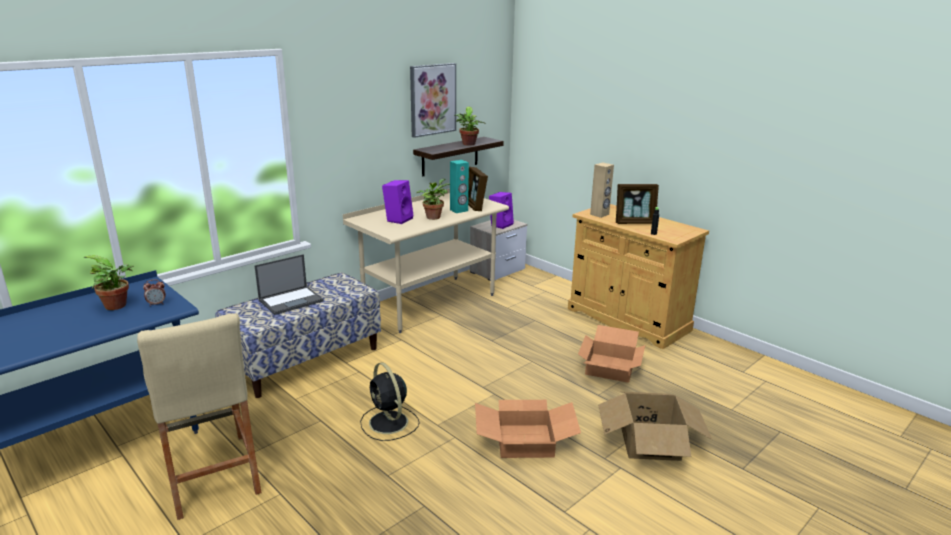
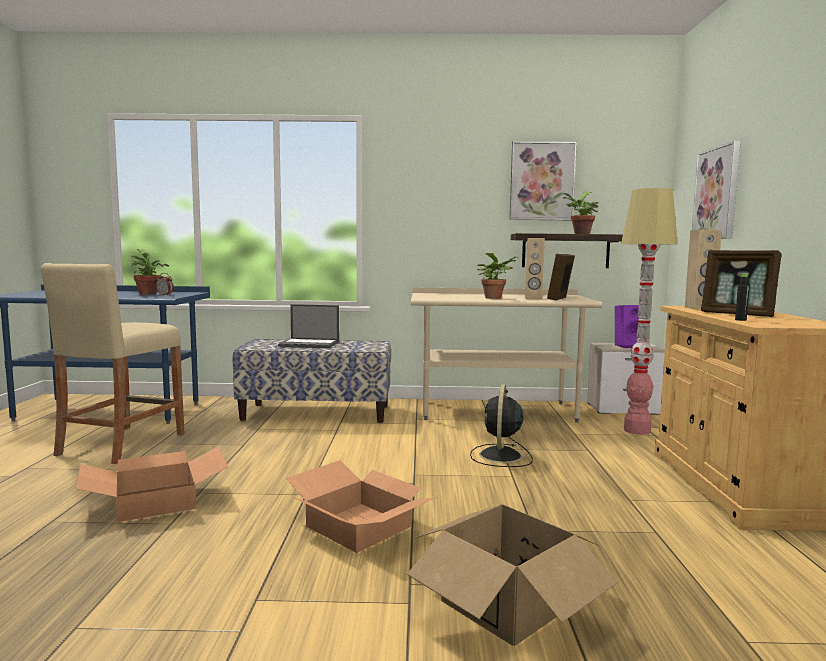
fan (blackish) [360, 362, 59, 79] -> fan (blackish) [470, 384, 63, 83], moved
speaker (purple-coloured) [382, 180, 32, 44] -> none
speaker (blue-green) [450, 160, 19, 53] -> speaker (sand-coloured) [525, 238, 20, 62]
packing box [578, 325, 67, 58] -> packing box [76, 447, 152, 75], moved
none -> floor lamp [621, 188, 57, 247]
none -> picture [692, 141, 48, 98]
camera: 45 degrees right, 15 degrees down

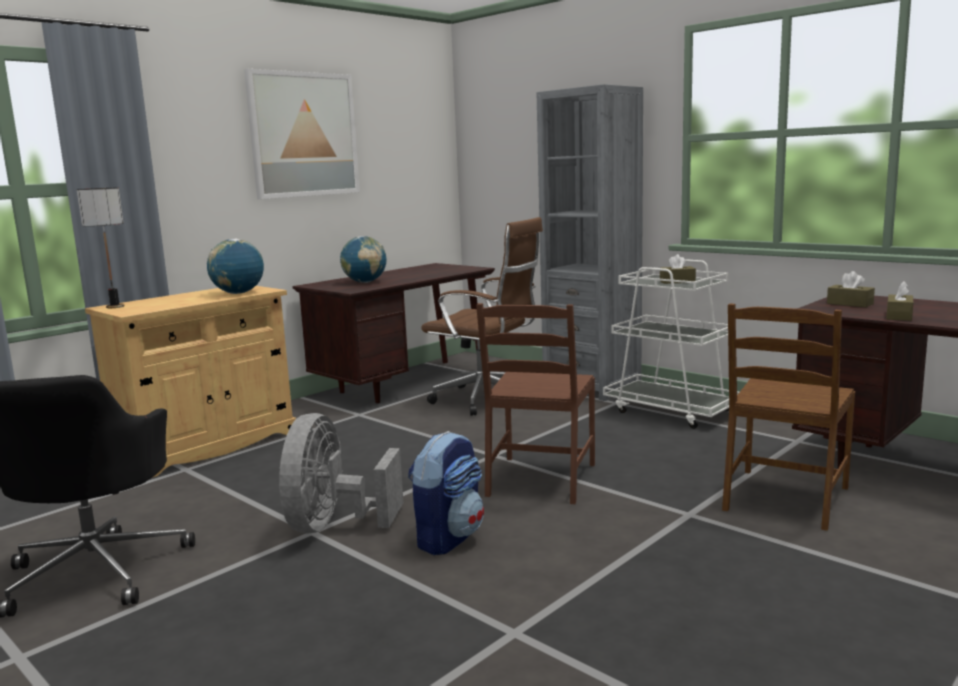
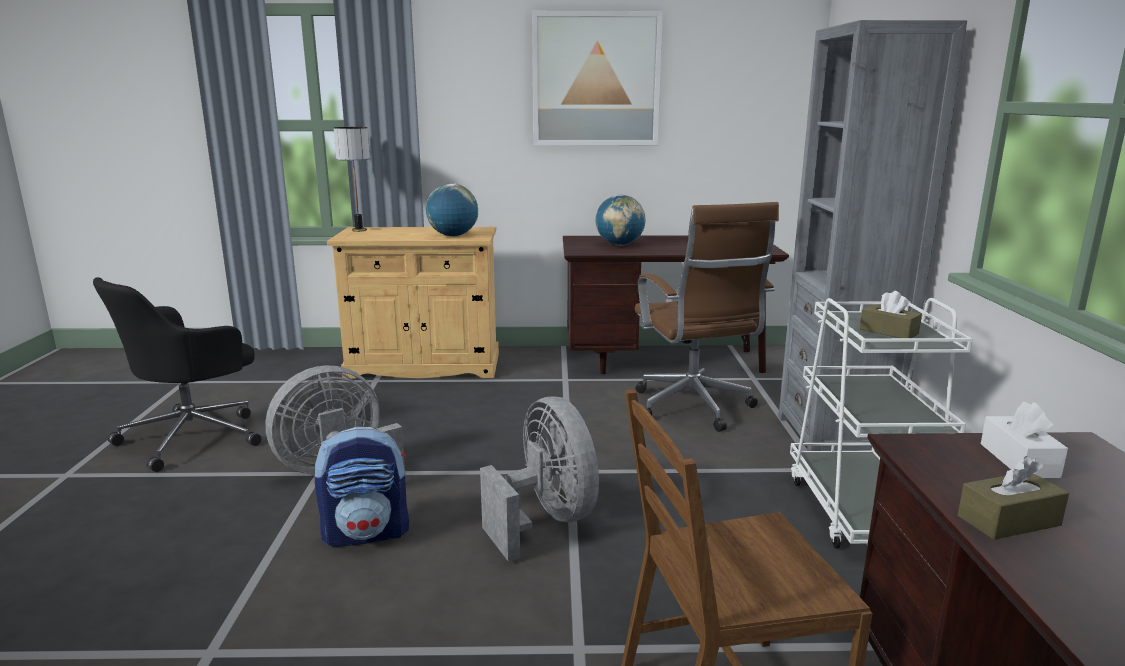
plain chair (brown-coloured) [476, 303, 119, 201] -> fan (grey) [480, 396, 119, 165]
tissue holder (brown-coloured) [827, 271, 48, 36] -> tissue holder (white-coloured) [981, 402, 87, 76]
camera: 45 degrees right, 5 degrees up

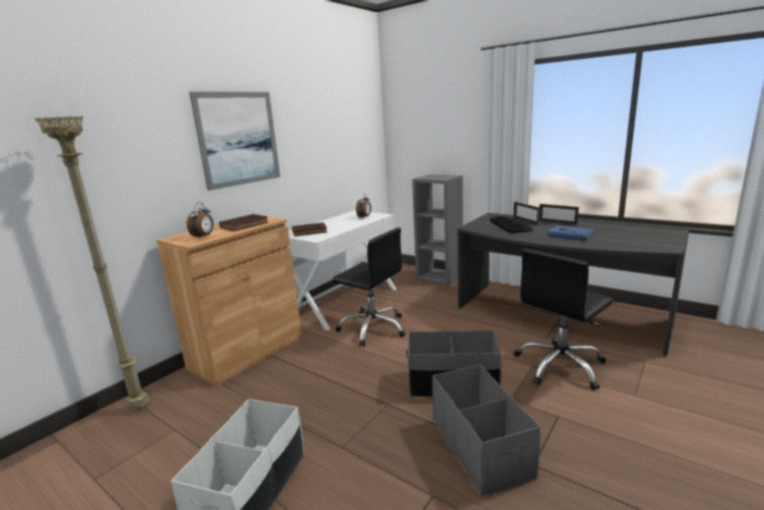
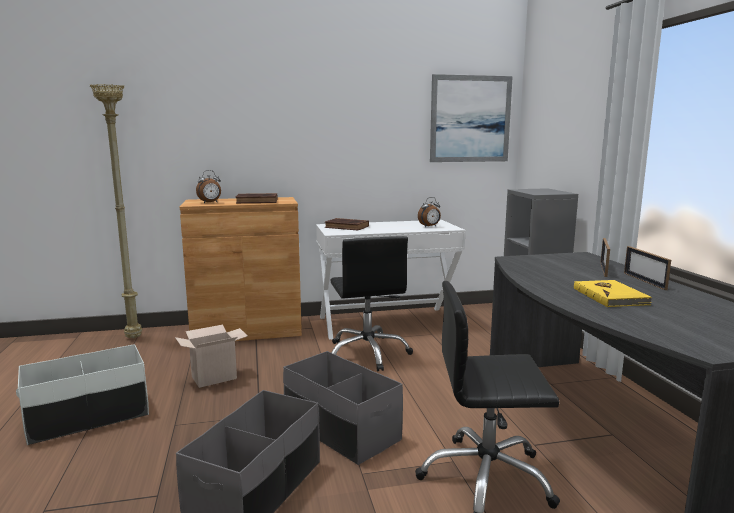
picture [189, 92, 91, 99] -> picture [430, 74, 83, 88], moved
keyboard [490, 216, 43, 17] -> none
volume (blue) [547, 225, 49, 16] -> volume (yellowish) [574, 280, 79, 27]
none -> packing box [175, 325, 73, 63]
camera: 40 degrees right, 5 degrees down

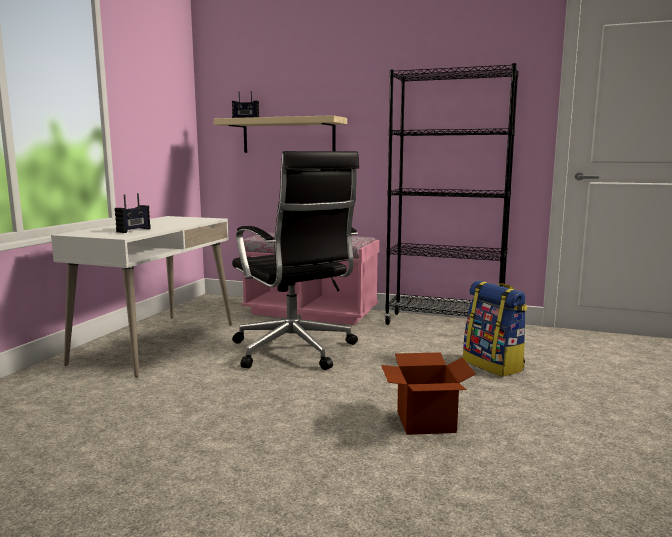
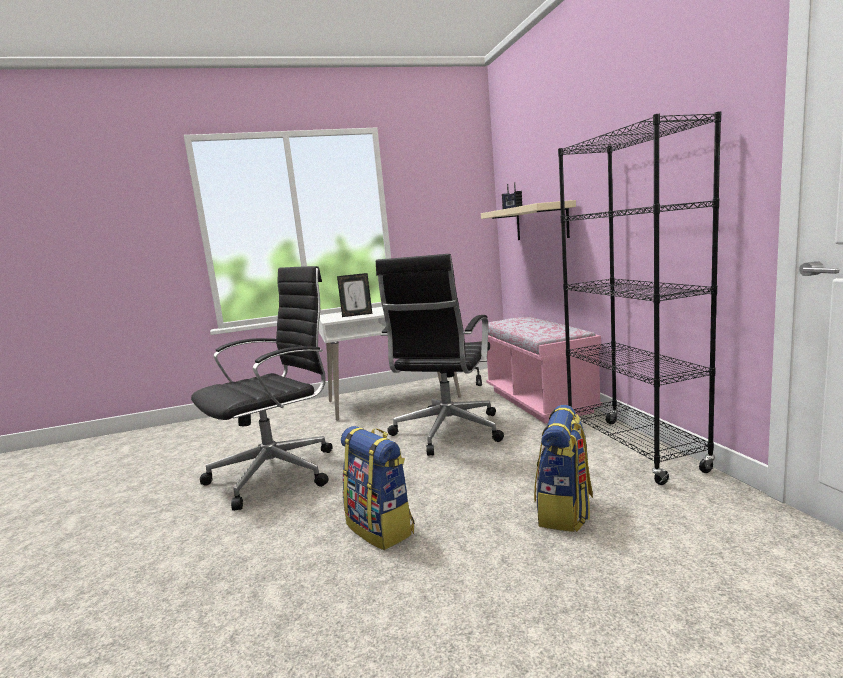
radio set [115, 193, 36, 40] -> picture frame [337, 273, 35, 44]
packing box [381, 352, 95, 83] -> backpack [341, 426, 74, 124]
none -> computer chair (blackish) [191, 266, 142, 245]
camera: 55 degrees right, 0 degrees up

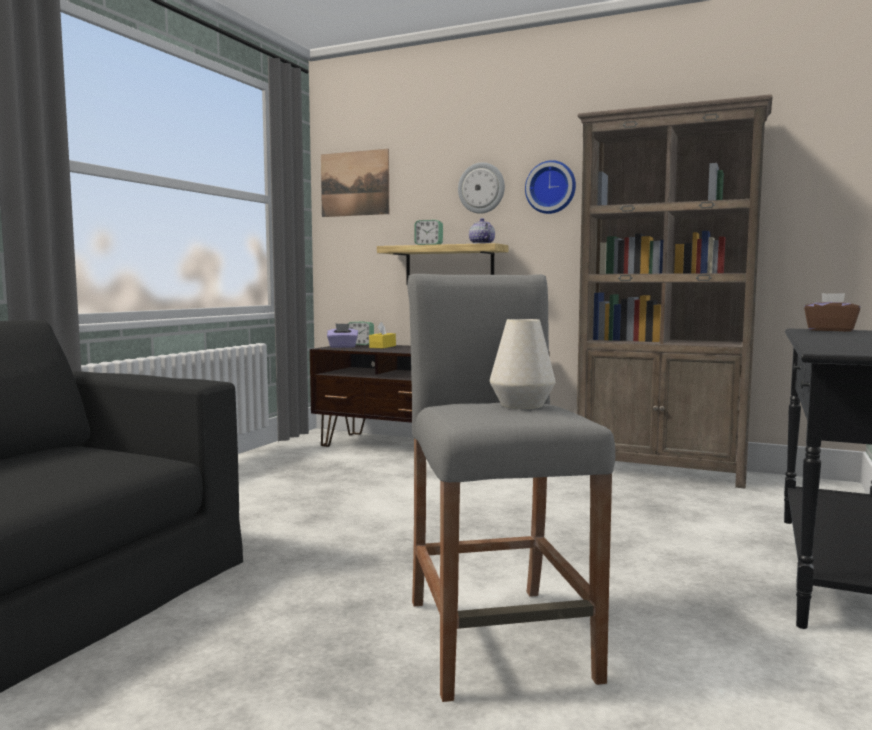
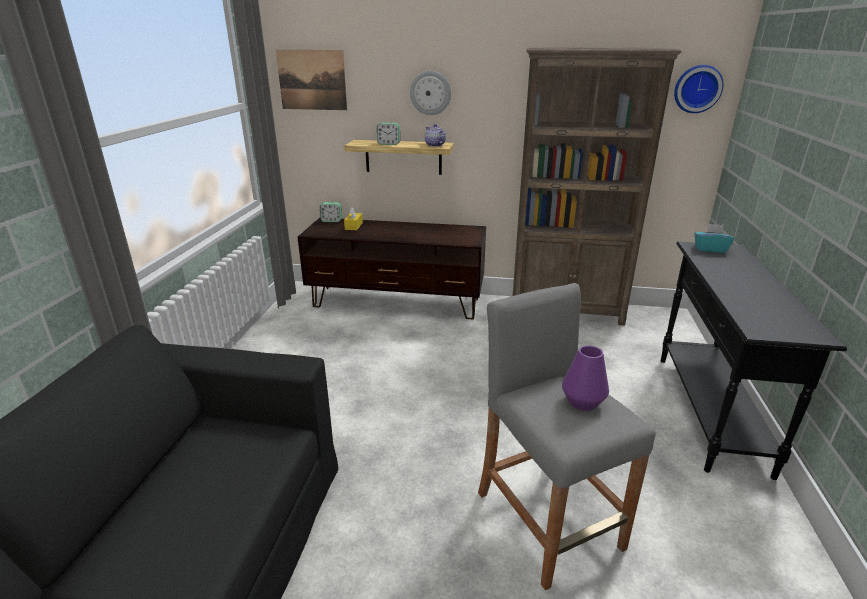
tissue holder (purple-coloured) [327, 324, 31, 24] -> none
decorative vase (white-coloured) [490, 319, 65, 90] -> decorative vase (purple-coloured) [562, 345, 47, 66]
hanging clock [525, 160, 51, 54] -> hanging clock [674, 65, 49, 48], moved
tissue holder (brown-coloured) [804, 293, 56, 39] -> tissue holder (blue-green) [694, 223, 40, 30]
camera: 15 degrees left, 20 degrees up

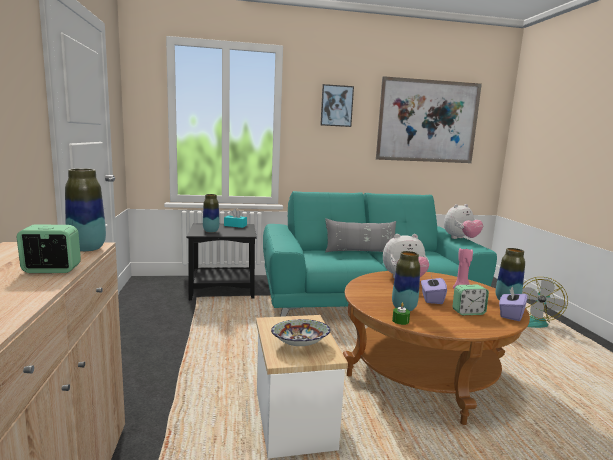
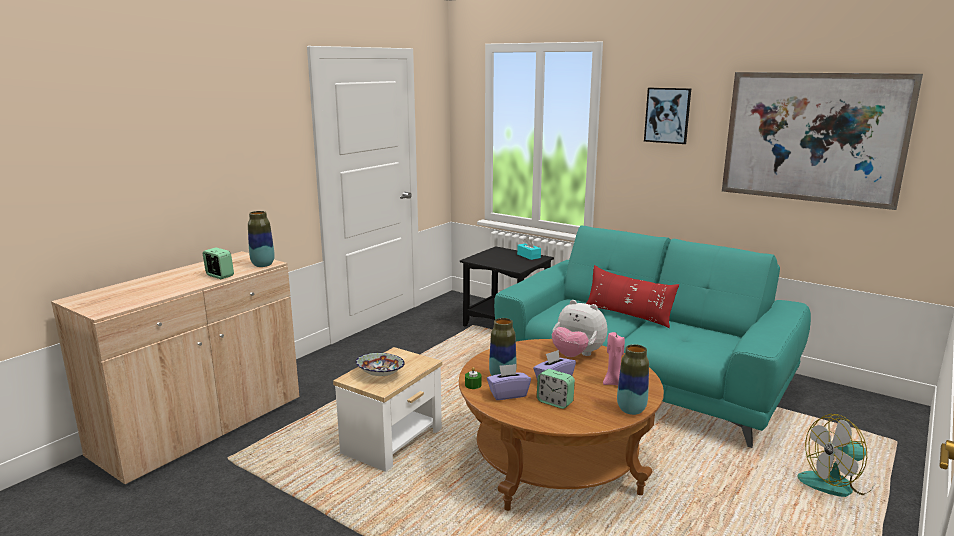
decorative vase [203, 194, 17, 39] -> none
throw pillow (grey) [325, 218, 71, 35] -> throw pillow (red-coloured) [586, 265, 93, 63]
soft toy [444, 204, 39, 35] -> none
tissue holder (purple-coloured) [499, 286, 29, 35] -> tissue holder (purple-coloured) [487, 364, 44, 36], moved
camera: 45 degrees right, 5 degrees up

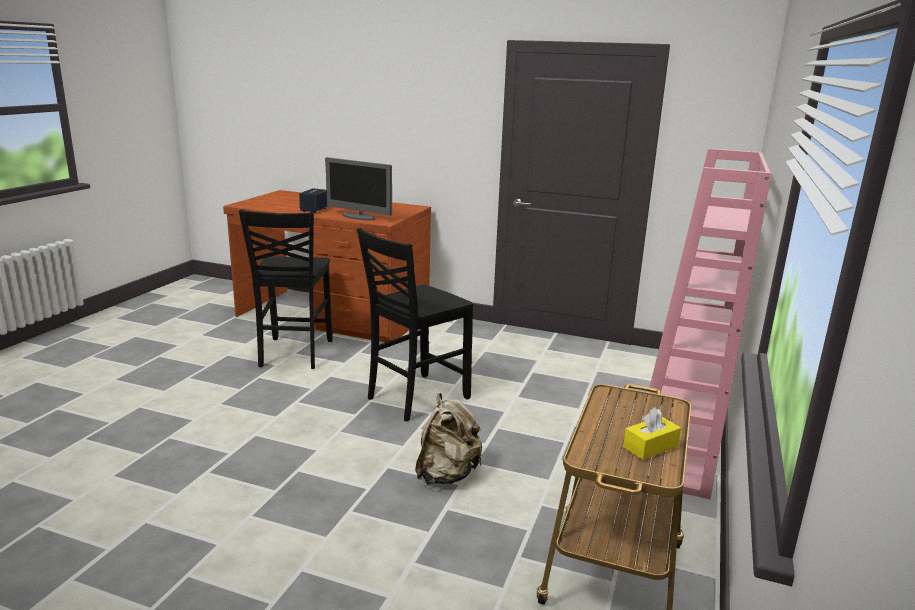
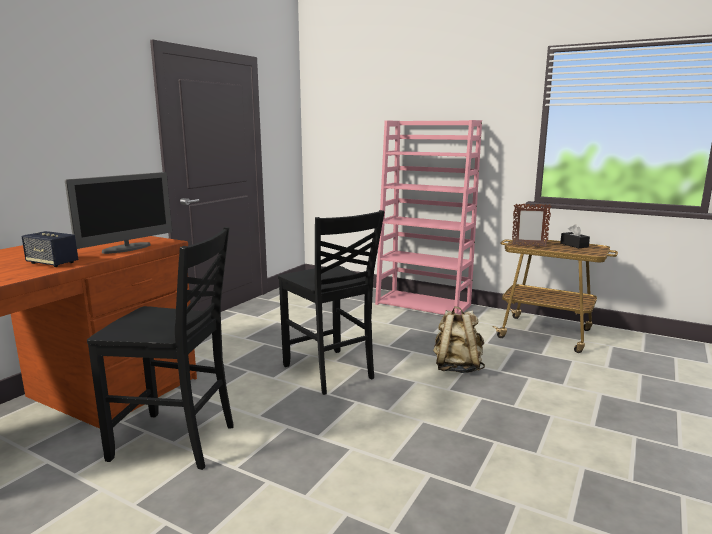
tissue holder (yellowish) [623, 407, 58, 53] -> tissue holder (blackish) [560, 224, 30, 24]
none -> picture frame [512, 204, 39, 43]
camera: 80 degrees left, 5 degrees down

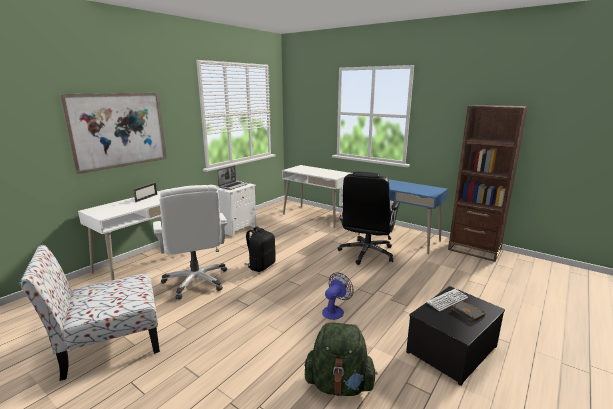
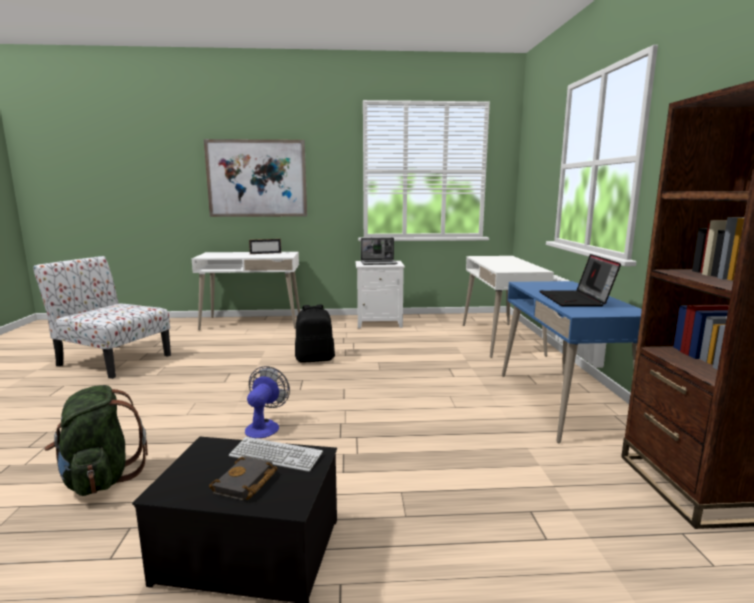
computer chair (white-coloured) [153, 185, 74, 114] -> none
fan [322, 272, 32, 48] -> fan [245, 366, 45, 72], 75 degrees counterclockwise
computer chair (blackish) [337, 172, 63, 93] -> none
none -> laptop [539, 254, 82, 53]
camera: 50 degrees right, 5 degrees down

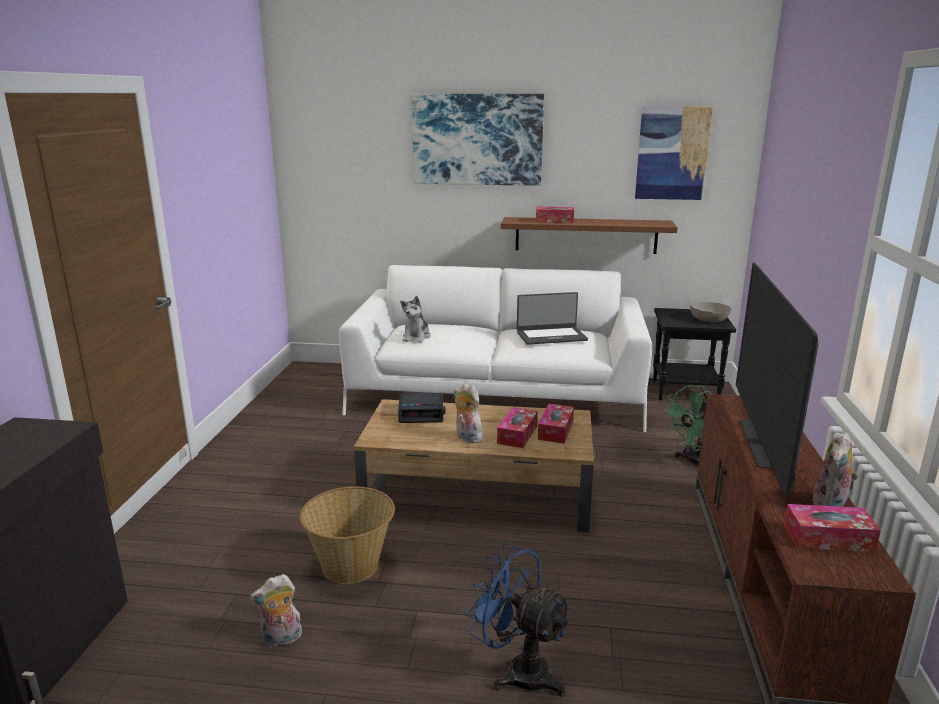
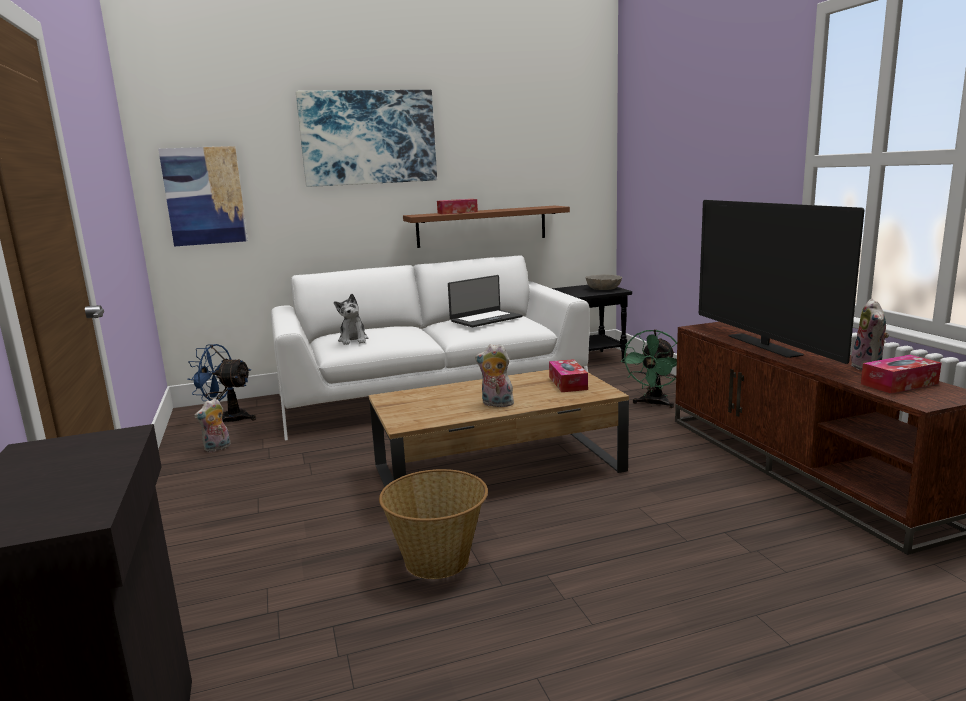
soft toy [250, 574, 52, 73] -> soft toy [194, 398, 36, 55], moved
alarm clock [398, 393, 47, 30] -> none
fan (blue) [465, 543, 107, 154] -> fan (blue) [187, 344, 69, 78], moved
tissue holder [497, 407, 41, 41] -> none
picture [635, 106, 78, 94] -> picture [158, 146, 90, 100], moved
camera: 25 degrees left, 5 degrees down

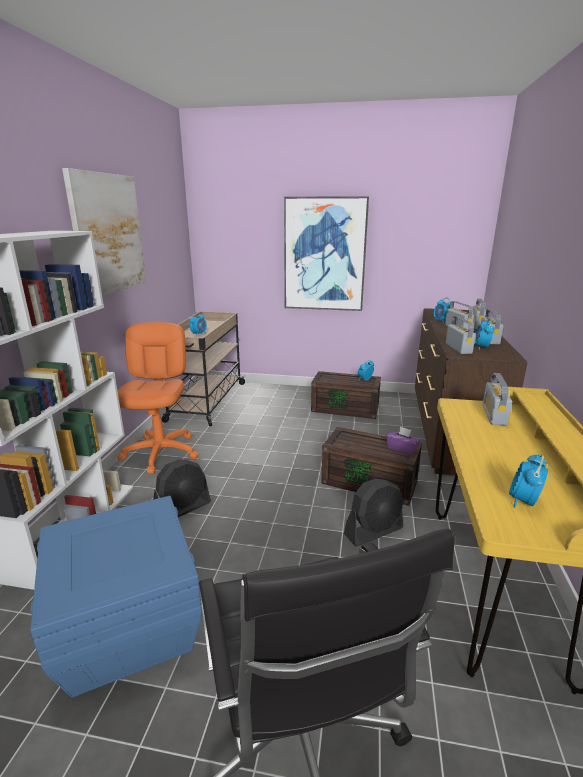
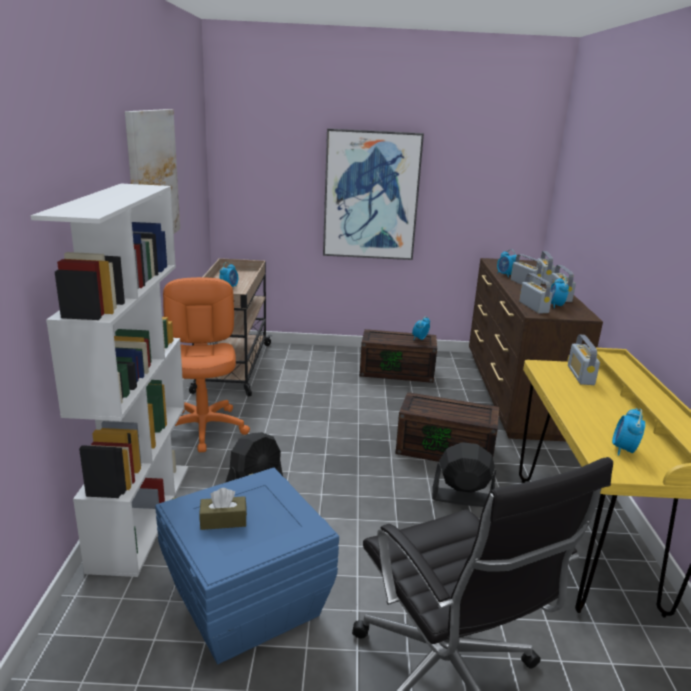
fan (blackish) [344, 479, 59, 68] -> fan (blackish) [432, 442, 64, 65], 135 degrees counterclockwise
tissue holder (purple-coloured) [386, 426, 34, 29] -> none
none -> tissue holder (brown-coloured) [199, 488, 48, 42]
camera: 10 degrees left, 0 degrees up

